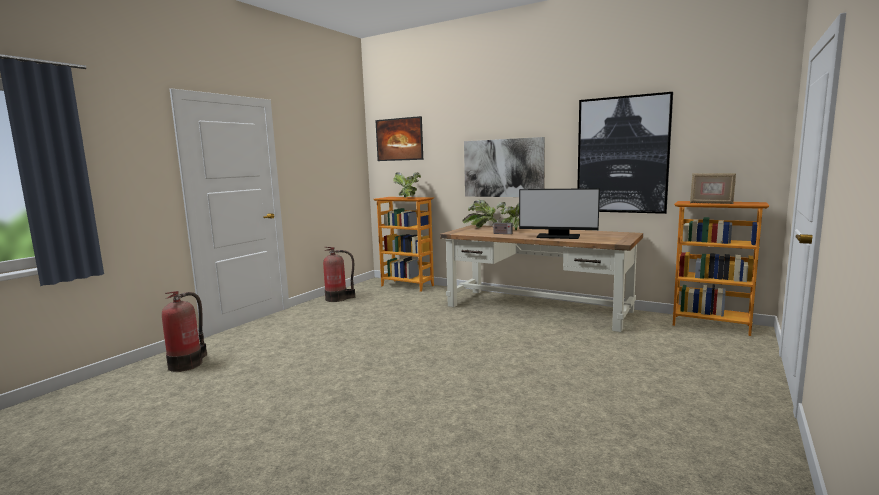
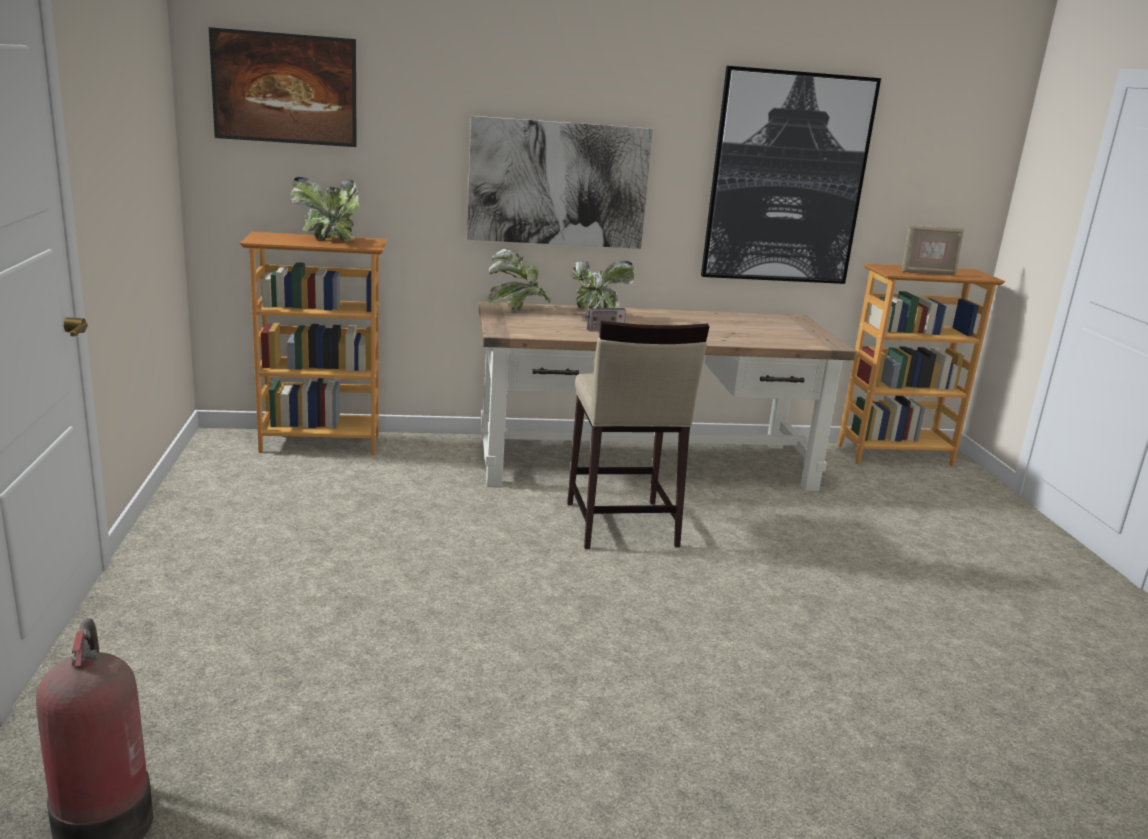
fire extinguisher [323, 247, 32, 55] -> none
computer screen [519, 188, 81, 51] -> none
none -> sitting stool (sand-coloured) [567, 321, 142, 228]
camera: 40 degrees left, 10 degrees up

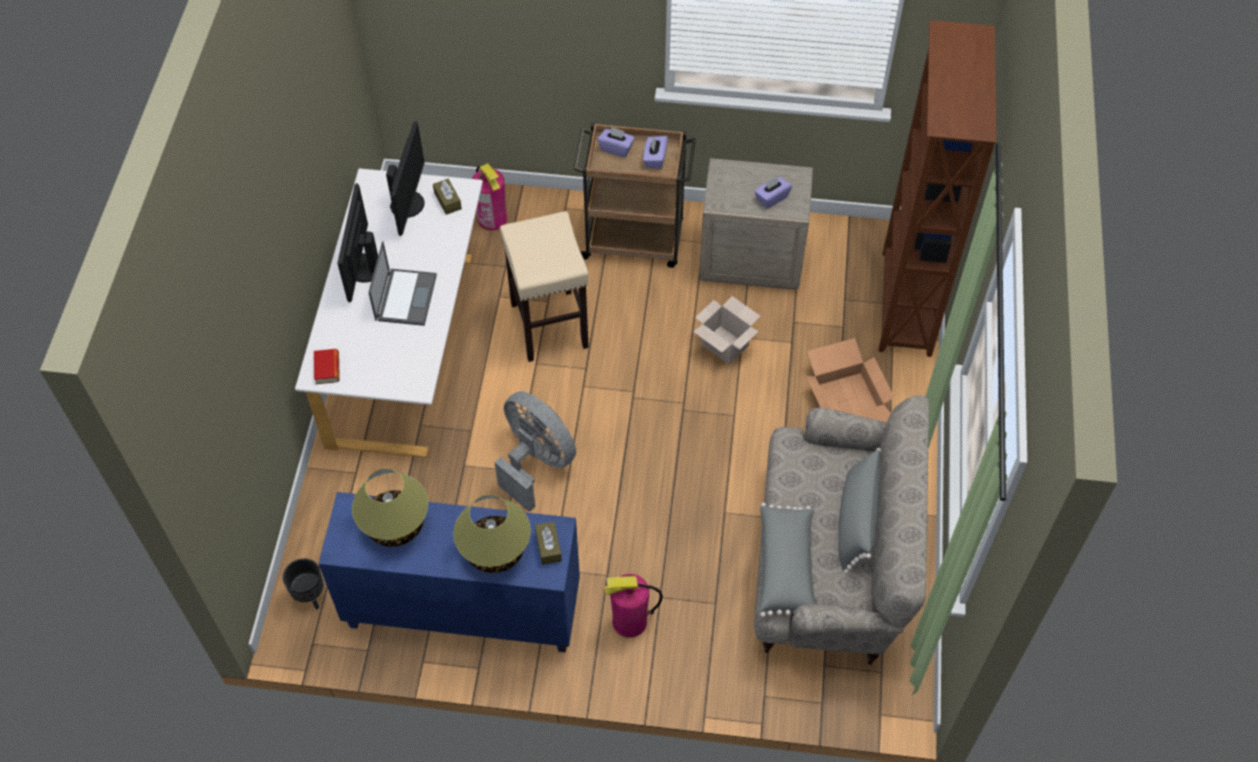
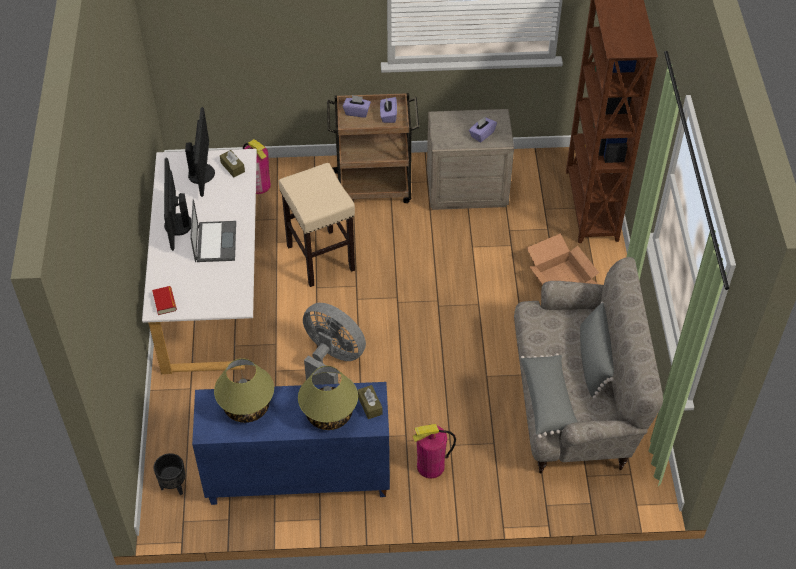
packing box [693, 296, 67, 68] -> none
camera: 10 degrees left, 5 degrees down

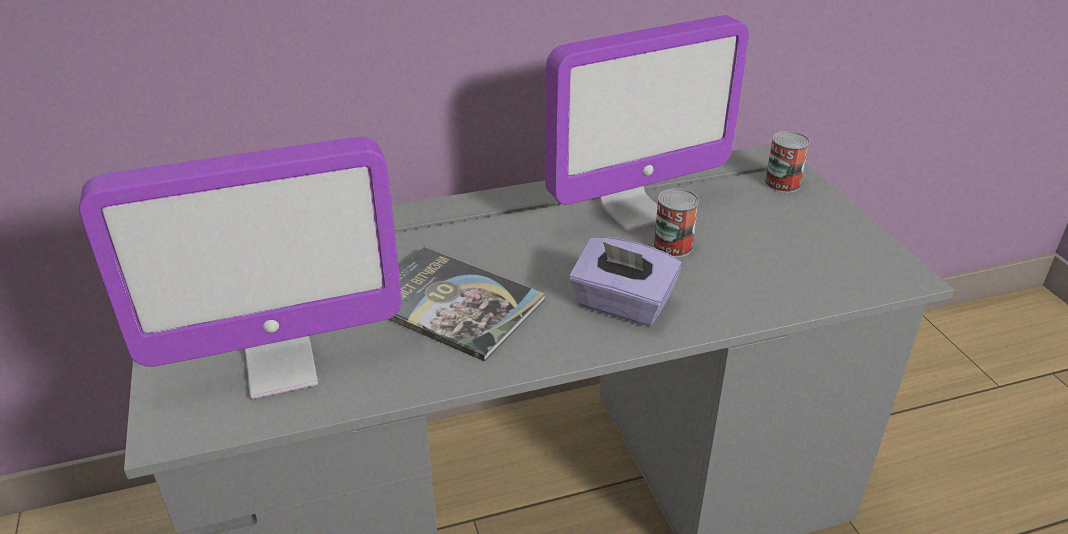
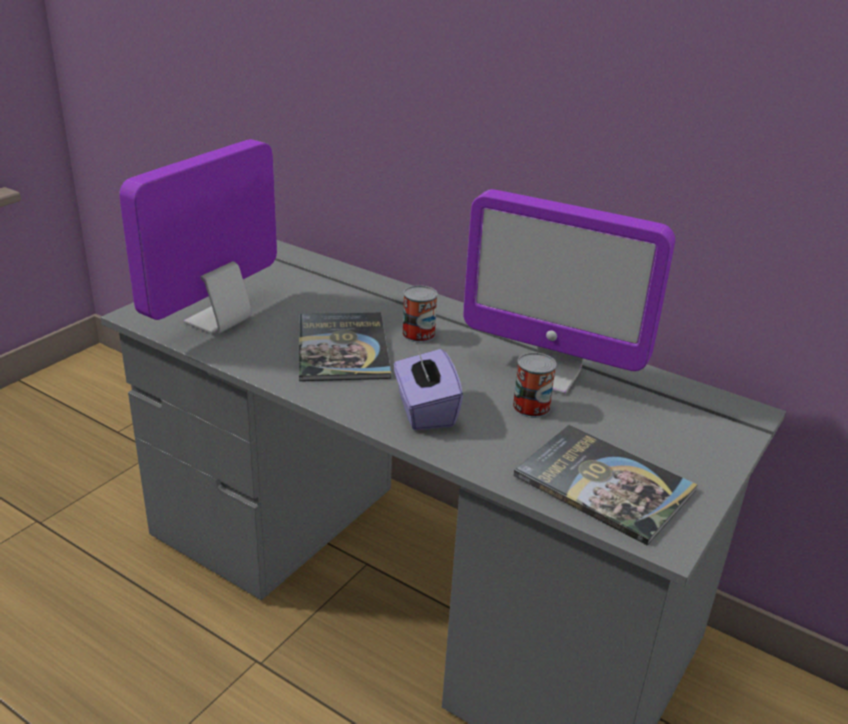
computer screen [79, 137, 323, 262] -> computer screen [119, 139, 158, 196], 90 degrees clockwise
sealed can [765, 131, 45, 62] -> sealed can [402, 285, 36, 58], moved
none -> volume [513, 425, 184, 120]
camera: 50 degrees right, 5 degrees down

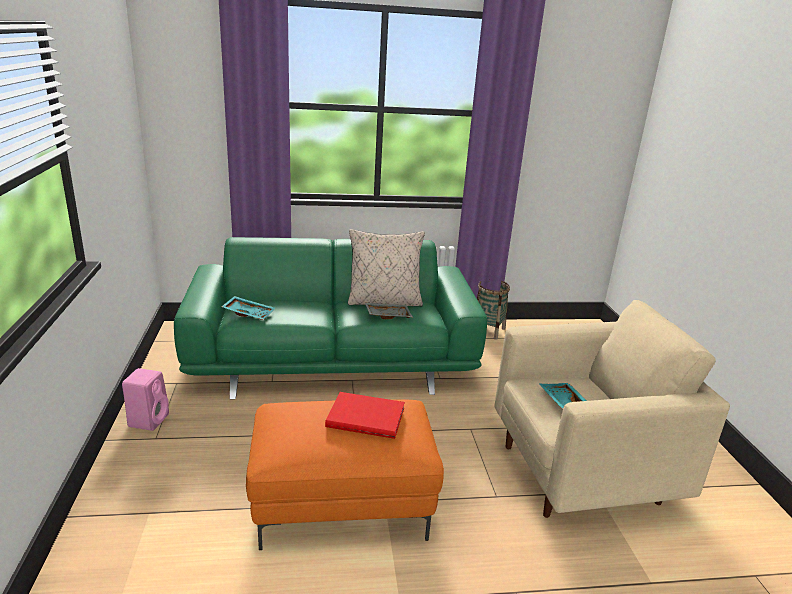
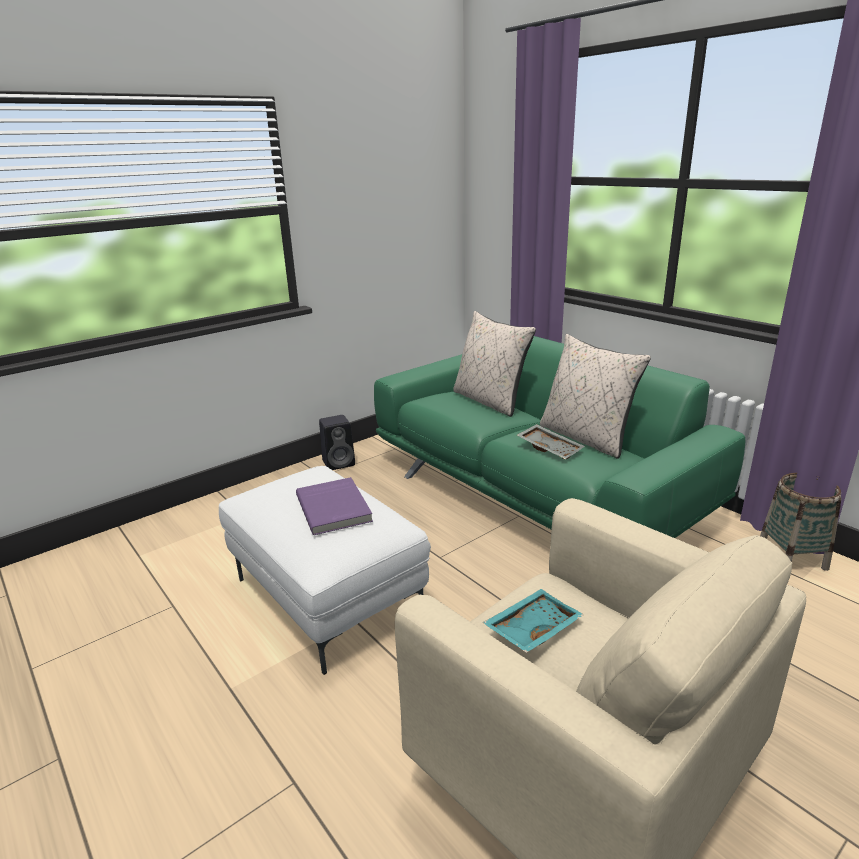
speaker (pink) [122, 368, 47, 63] -> speaker (blackish) [319, 415, 36, 55]
carrying tray (blue-green) [221, 296, 54, 24] -> none
ottoman (orange-coloured) [246, 400, 198, 150] -> ottoman (white-coloured) [218, 466, 213, 209]
volume (red-coloured) [325, 392, 80, 47] -> volume (purple-coloured) [296, 477, 77, 58]
none -> throw pillow (sand-coloured) [453, 311, 83, 106]
camera: 60 degrees right, 0 degrees up

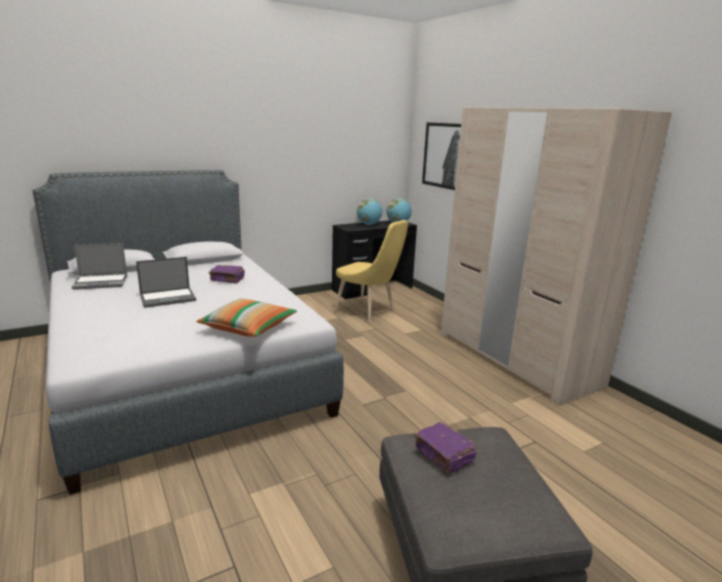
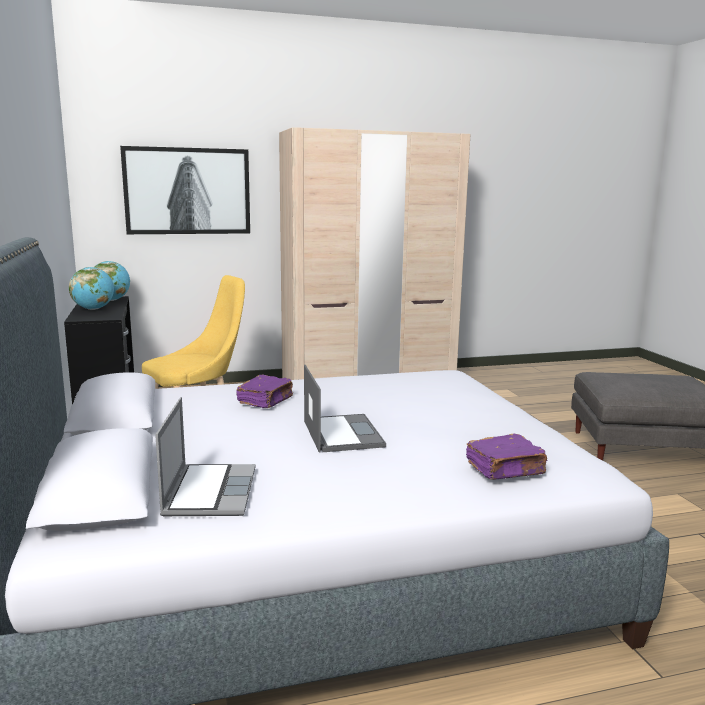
throw pillow [196, 299, 101, 38] -> none
volume (purple-coloured) [414, 422, 63, 53] -> volume (purple-coloured) [466, 434, 82, 46], moved
camera: 75 degrees left, 5 degrees down

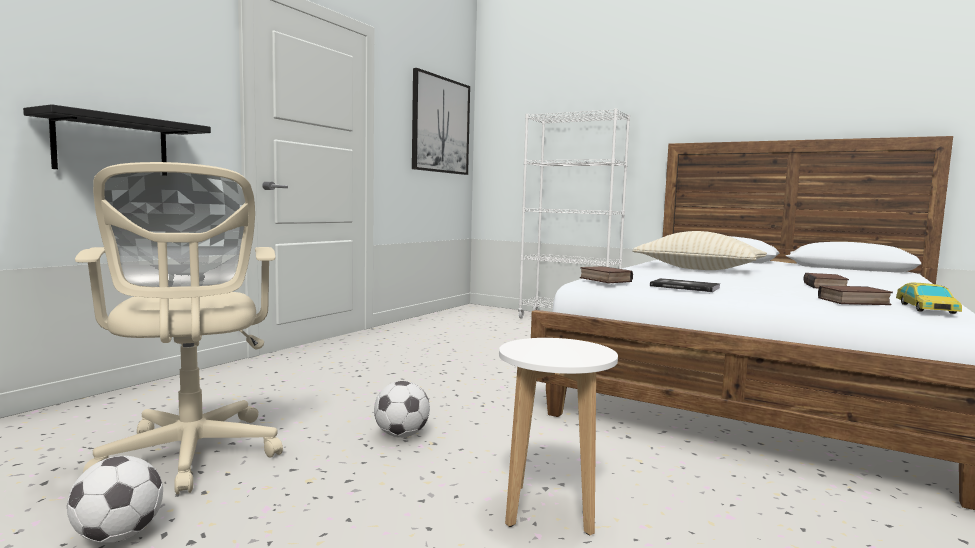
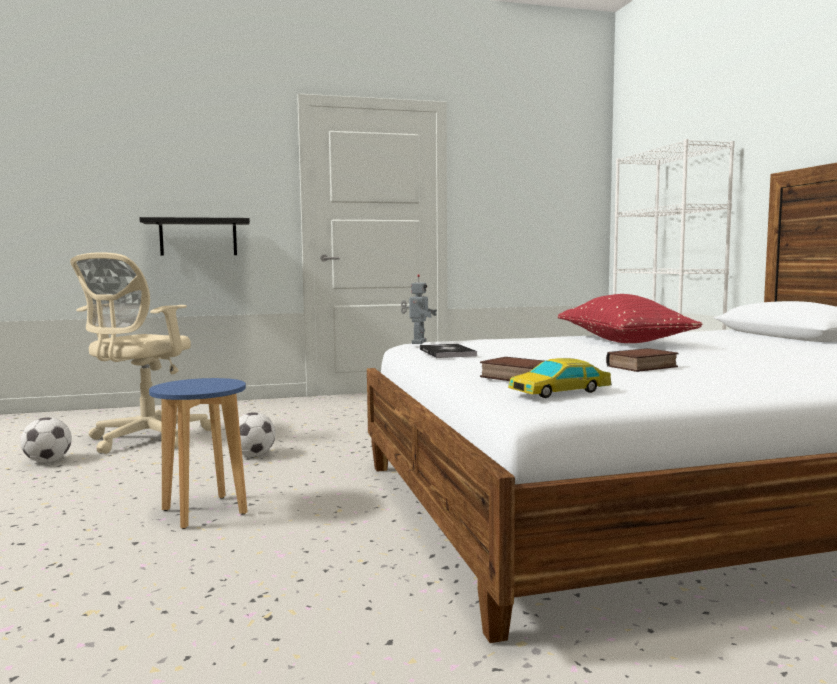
picture [412, 68, 58, 107] -> none
sitting stool (white-coloured) [499, 338, 119, 198] -> sitting stool (blue) [149, 378, 99, 151]
volume [580, 266, 53, 17] -> toy robot [401, 274, 36, 70]
throw pillow (sand-coloured) [632, 231, 135, 39] -> throw pillow (red-coloured) [558, 294, 145, 49]
camera: 45 degrees right, 0 degrees up

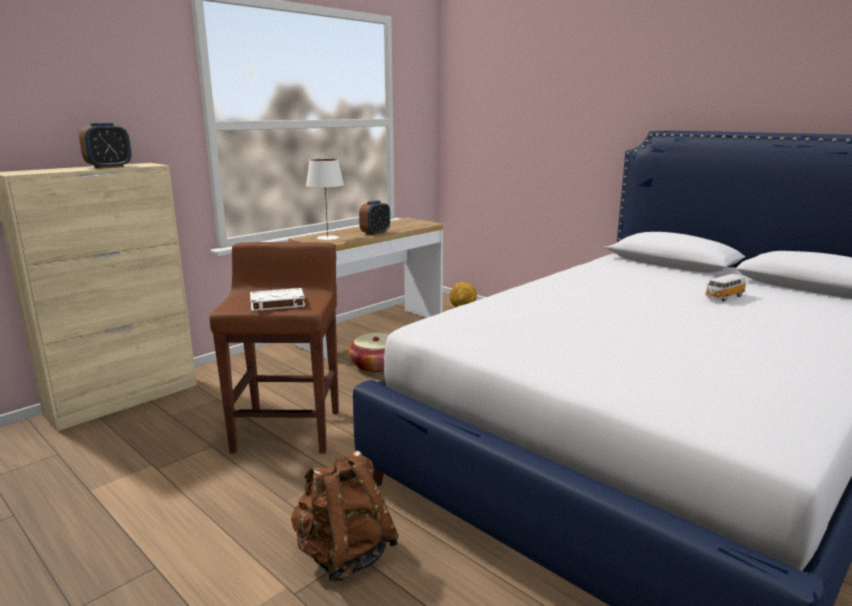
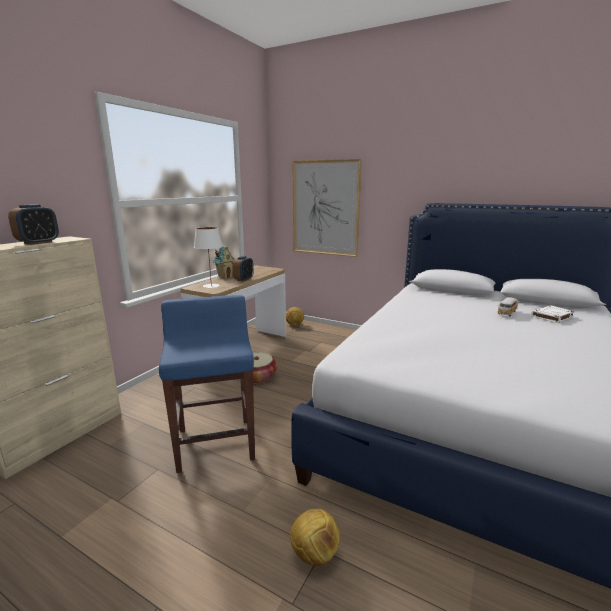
sitting stool (brown-coloured) [209, 242, 130, 212] -> sitting stool (blue) [159, 295, 96, 178]
volume (white-coloured) [250, 288, 55, 23] -> volume (white-coloured) [531, 306, 44, 17], moved
backpack (brown-coloured) [291, 451, 108, 131] -> football [290, 509, 50, 57]
none -> miniature house [213, 246, 22, 33]
none -> picture [292, 159, 70, 98]
camera: 15 degrees left, 0 degrees up

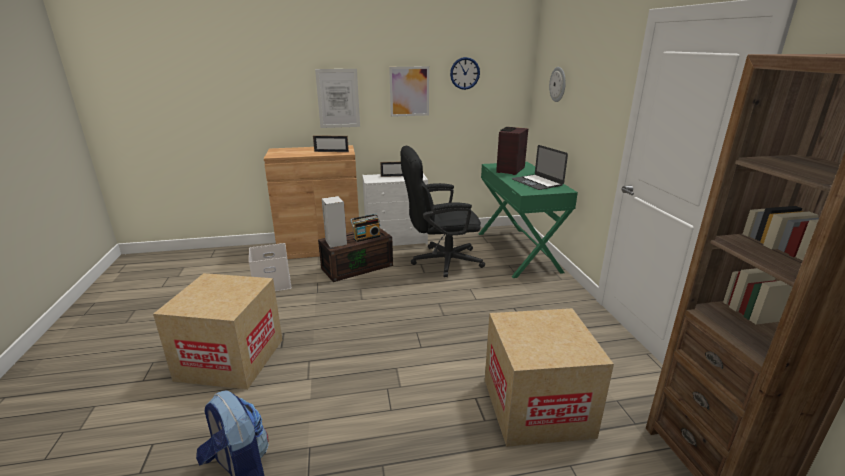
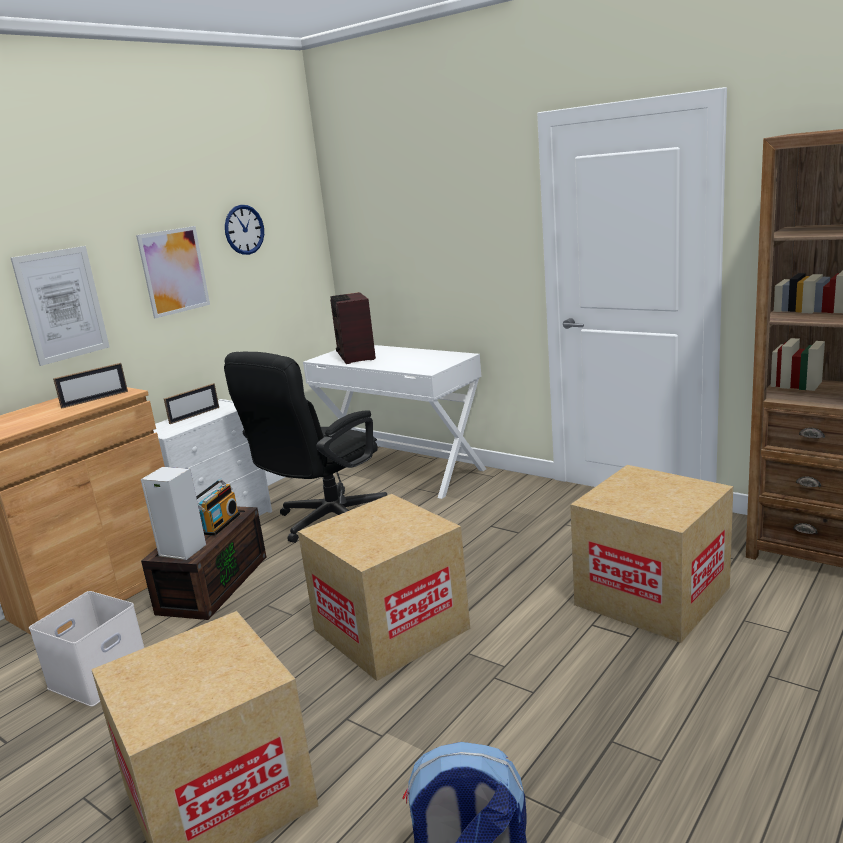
desk unit (greenish) [479, 162, 99, 116] -> desk unit (white-coloured) [303, 345, 183, 154]
laptop [512, 145, 56, 45] -> none
hanging clock [549, 67, 17, 35] -> none
none -> packing box [298, 494, 172, 187]
camera: 40 degrees left, 5 degrees down

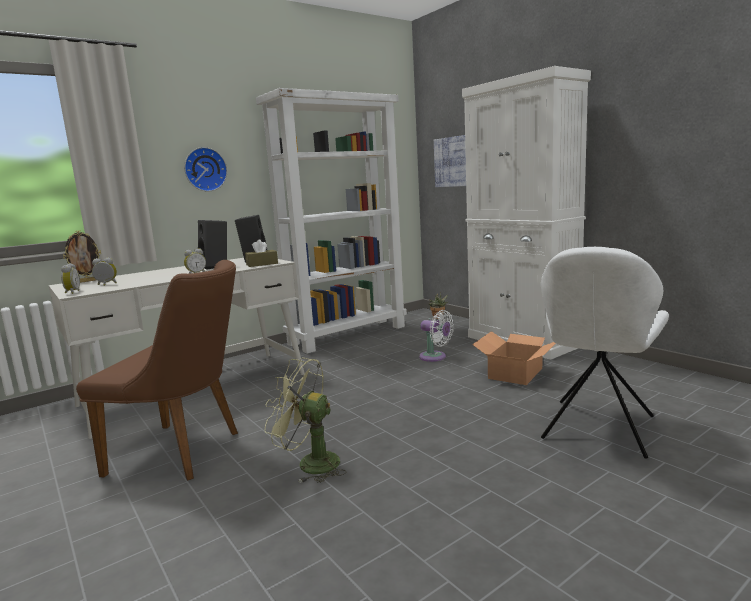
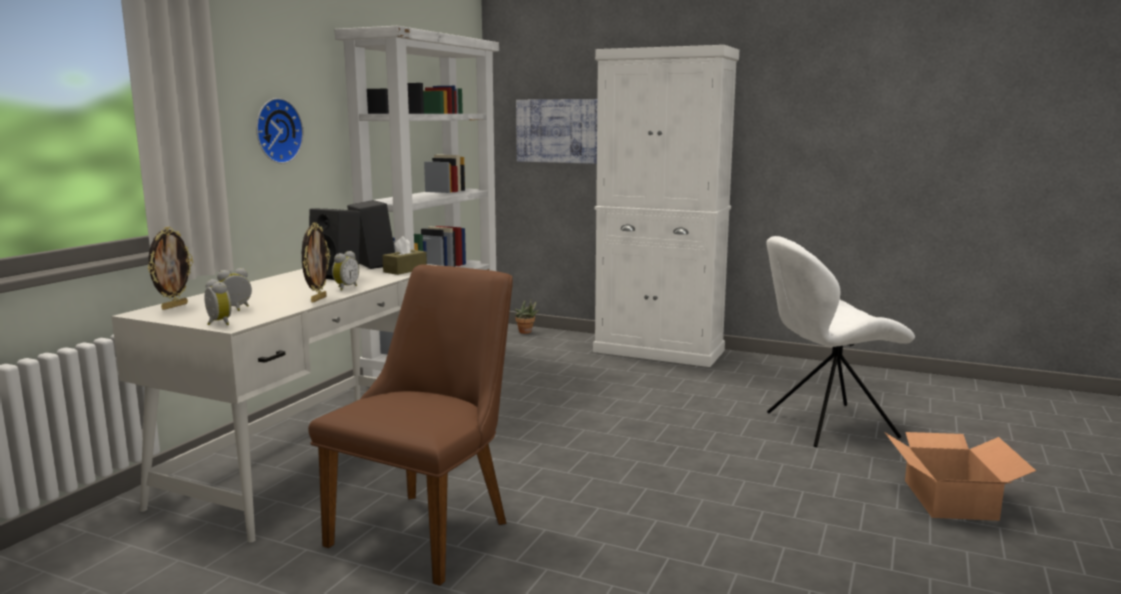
plain chair (brown-coloured) [76, 260, 162, 221] -> plain chair (brown-coloured) [308, 264, 205, 322], 45 degrees counterclockwise
fan (greenish) [264, 357, 82, 126] -> none
fan (white-coloured) [419, 310, 35, 52] -> none
packing box [472, 331, 84, 54] -> packing box [884, 432, 152, 89], moved
plain chair (white-coloured) [541, 247, 128, 212] -> plain chair (white-coloured) [766, 236, 149, 211], 75 degrees clockwise
none -> picture frame [302, 222, 28, 81]
camera: 30 degrees left, 0 degrees up

